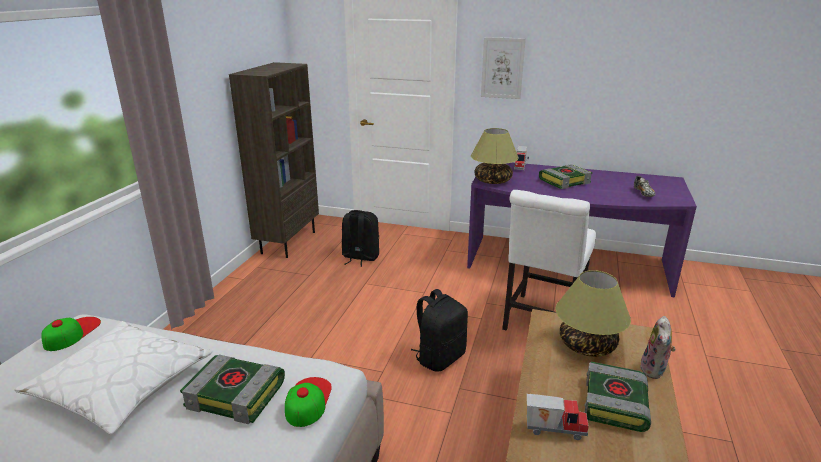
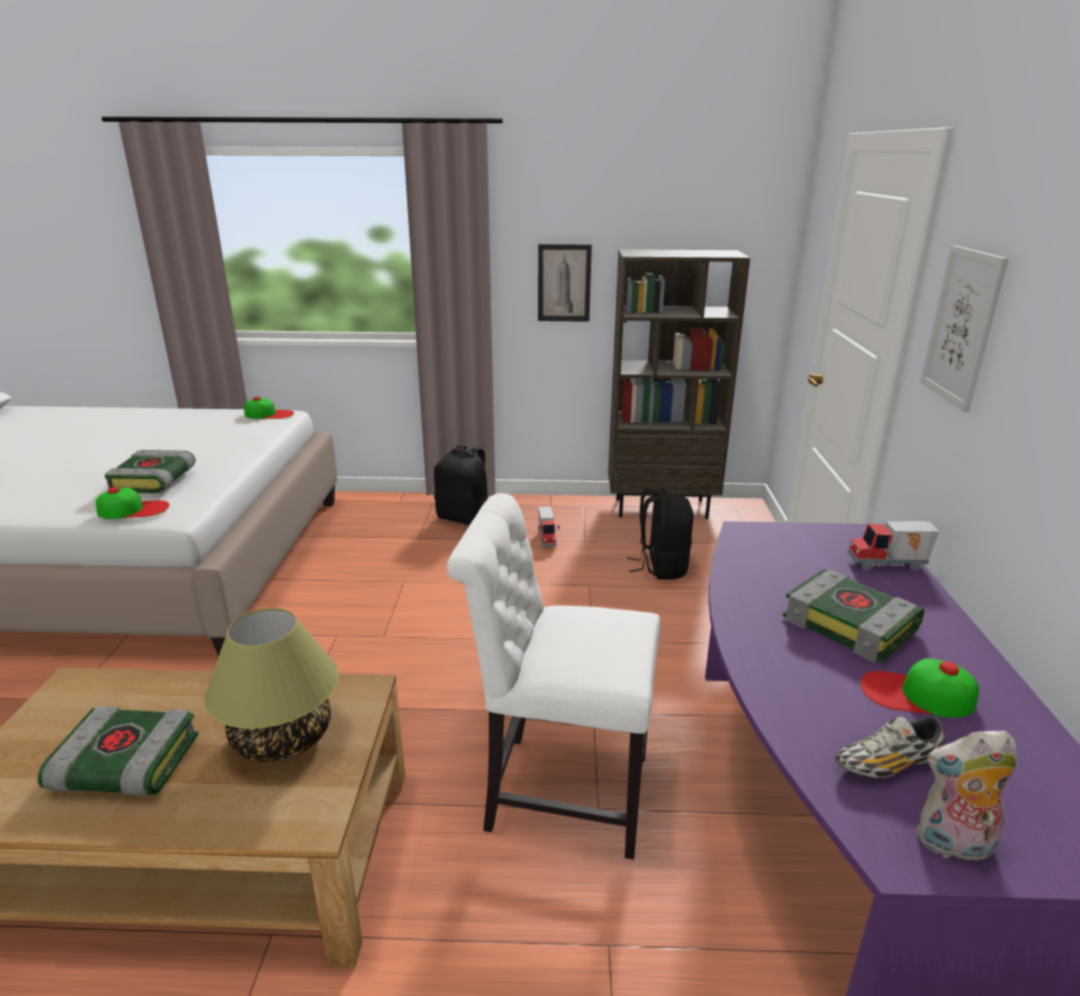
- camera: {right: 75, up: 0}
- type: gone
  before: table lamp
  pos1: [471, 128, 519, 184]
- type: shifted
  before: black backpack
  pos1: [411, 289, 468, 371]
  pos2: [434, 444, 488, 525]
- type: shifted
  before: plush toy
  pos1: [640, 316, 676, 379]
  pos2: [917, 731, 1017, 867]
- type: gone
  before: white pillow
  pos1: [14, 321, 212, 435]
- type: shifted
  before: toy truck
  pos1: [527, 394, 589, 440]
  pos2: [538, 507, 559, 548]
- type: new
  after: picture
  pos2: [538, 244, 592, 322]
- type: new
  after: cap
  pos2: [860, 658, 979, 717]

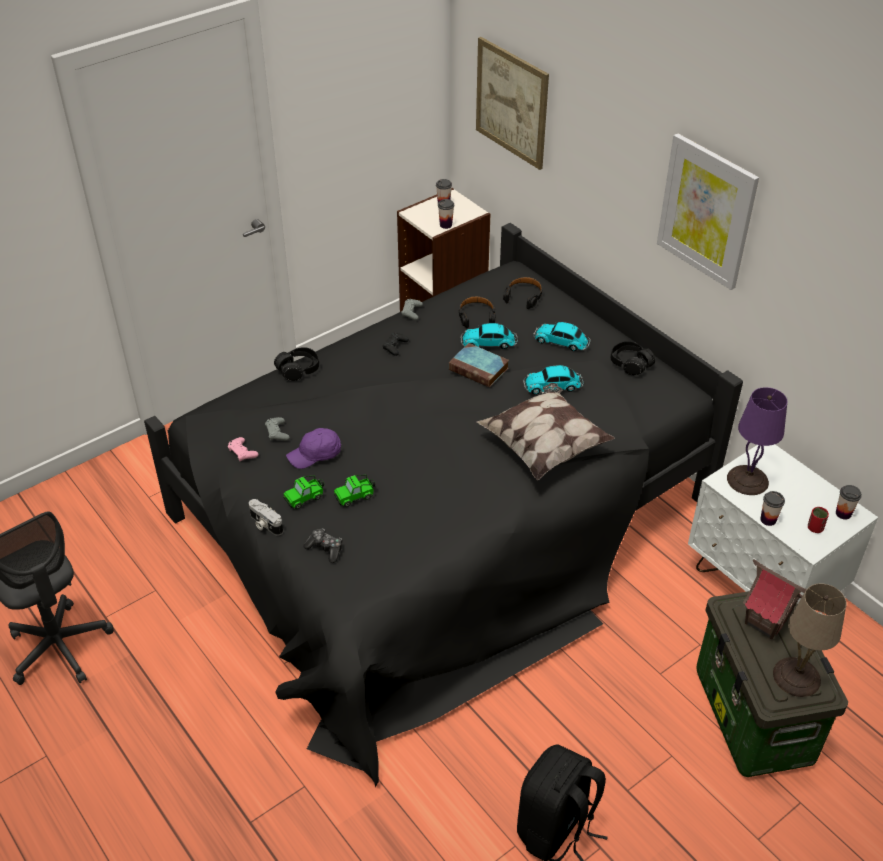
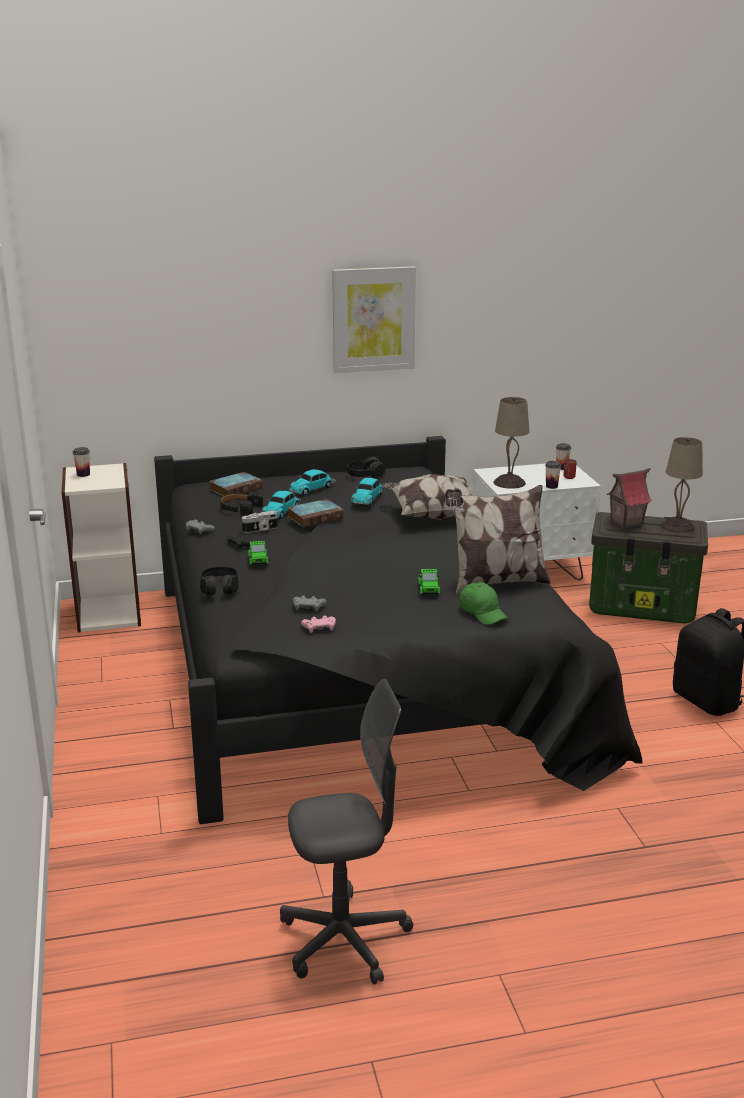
- camera: {right: -65, up: -20}
- type: gone
  before: picture
  pos1: [476, 37, 549, 170]
- type: gone
  before: cup
  pos1: [438, 199, 454, 229]
- type: swapped
  before: black headphones
  after: book
  pos1: [503, 277, 542, 309]
  pos2: [210, 472, 263, 496]
- type: repainted
  before: purple table lamp
  after: beige table lamp
  pos1: [727, 387, 787, 495]
  pos2: [494, 397, 529, 489]
- type: gone
  before: purple cap
  pos1: [286, 428, 341, 469]
- type: shifted
  before: toy car
  pos1: [283, 475, 324, 509]
  pos2: [248, 540, 268, 567]
- type: shifted
  before: photo camera
  pos1: [249, 499, 283, 535]
  pos2: [242, 511, 278, 533]
- type: swapped
  before: game controller
  after: green cap
  pos1: [303, 529, 342, 563]
  pos2: [459, 582, 508, 625]
- type: new
  after: pillow
  pos2: [445, 485, 551, 594]

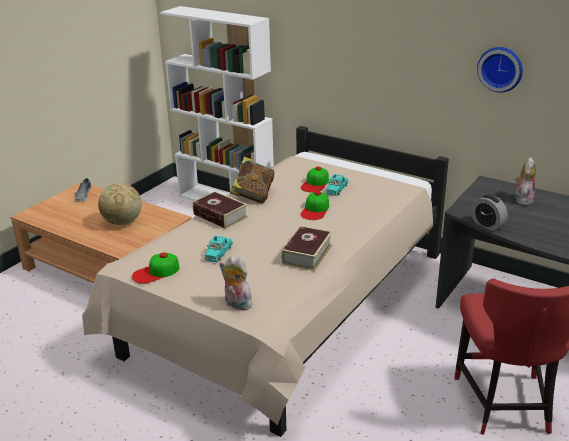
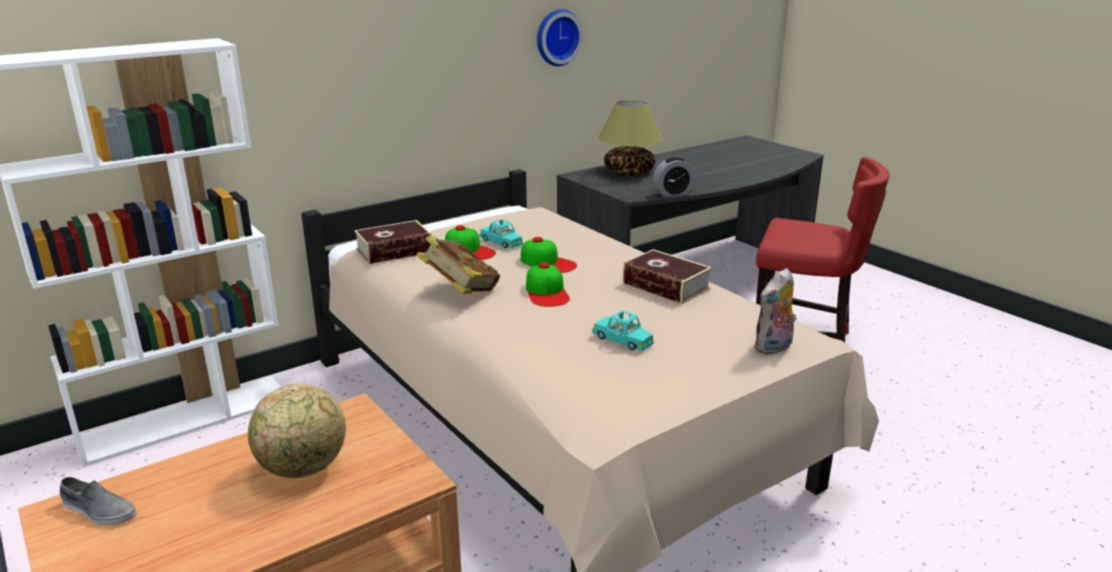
- camera: {right: -70, up: -5}
- type: swapped
  before: plush toy
  after: table lamp
  pos1: [515, 157, 536, 205]
  pos2: [598, 100, 663, 175]
- type: shifted
  before: book
  pos1: [193, 191, 248, 229]
  pos2: [354, 220, 432, 264]
- type: shifted
  before: cap
  pos1: [132, 252, 180, 284]
  pos2: [526, 262, 570, 307]

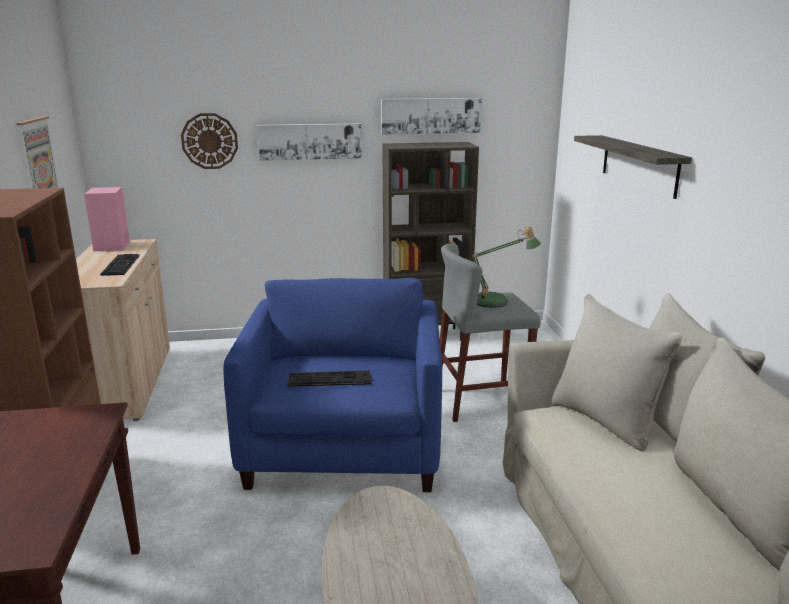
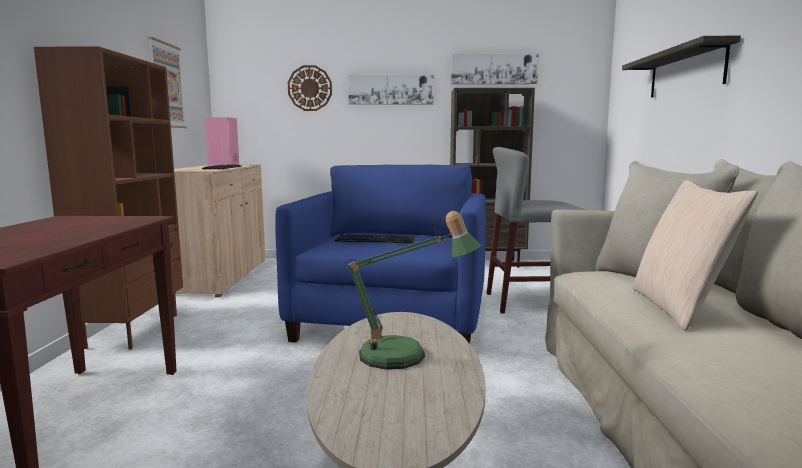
- camera: {right: 10, up: -10}
- type: shifted
  before: table lamp
  pos1: [471, 226, 541, 308]
  pos2: [344, 211, 481, 370]
- type: new
  after: beige pillow
  pos2: [632, 180, 758, 331]

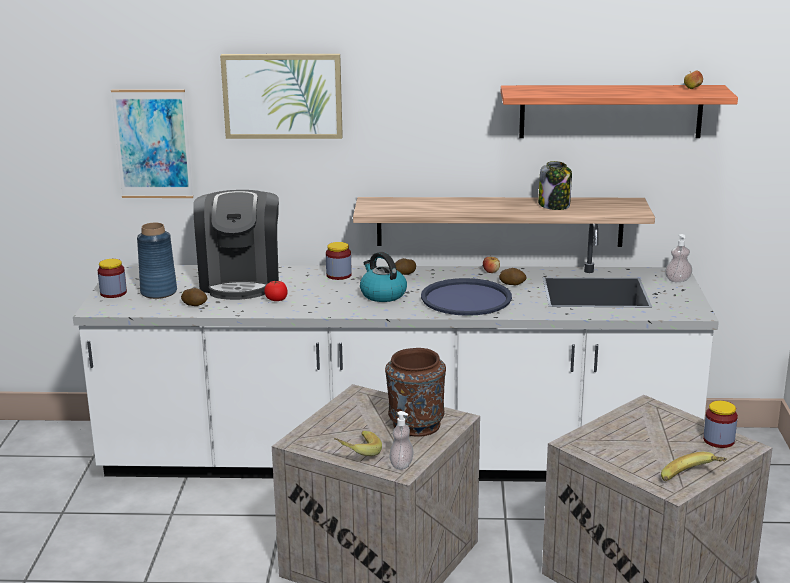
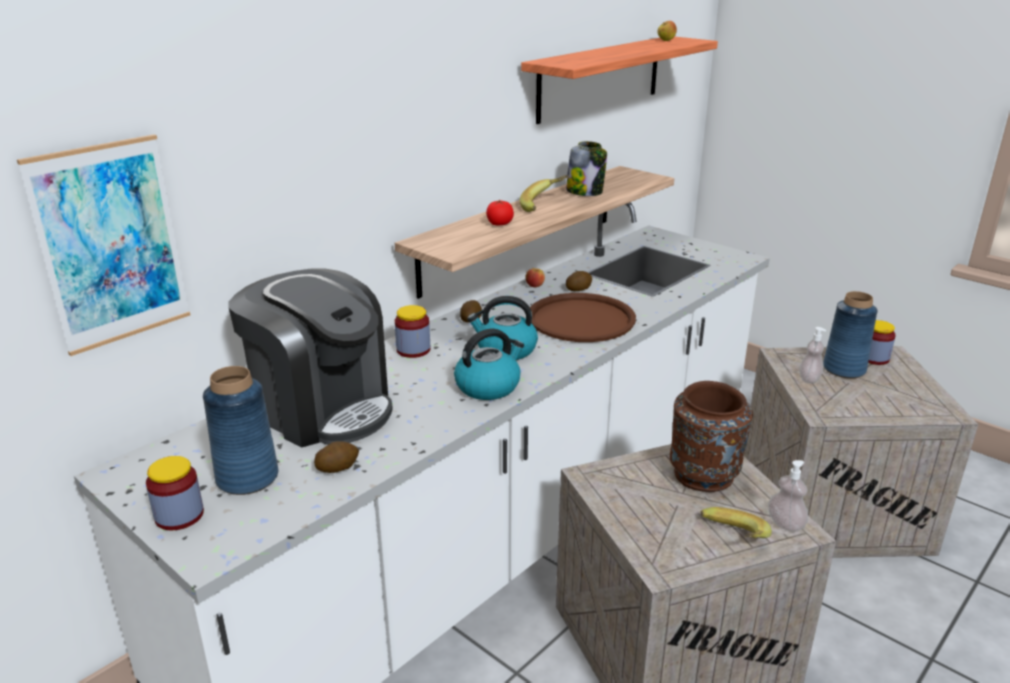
- camera: {right: -50, up: 5}
- type: gone
  before: picture
  pos1: [220, 54, 343, 139]
- type: shifted
  before: soap dispenser
  pos1: [665, 234, 692, 282]
  pos2: [799, 327, 826, 383]
- type: repainted
  before: blue tray
  after: brown tray
  pos1: [421, 278, 512, 316]
  pos2: [530, 293, 636, 342]
- type: shifted
  before: tomato
  pos1: [264, 281, 288, 301]
  pos2: [486, 200, 514, 225]
- type: shifted
  before: banana
  pos1: [661, 452, 727, 481]
  pos2: [520, 175, 569, 212]
- type: new
  after: blue vase
  pos2: [823, 291, 878, 378]
- type: new
  after: kettle
  pos2: [454, 328, 524, 400]

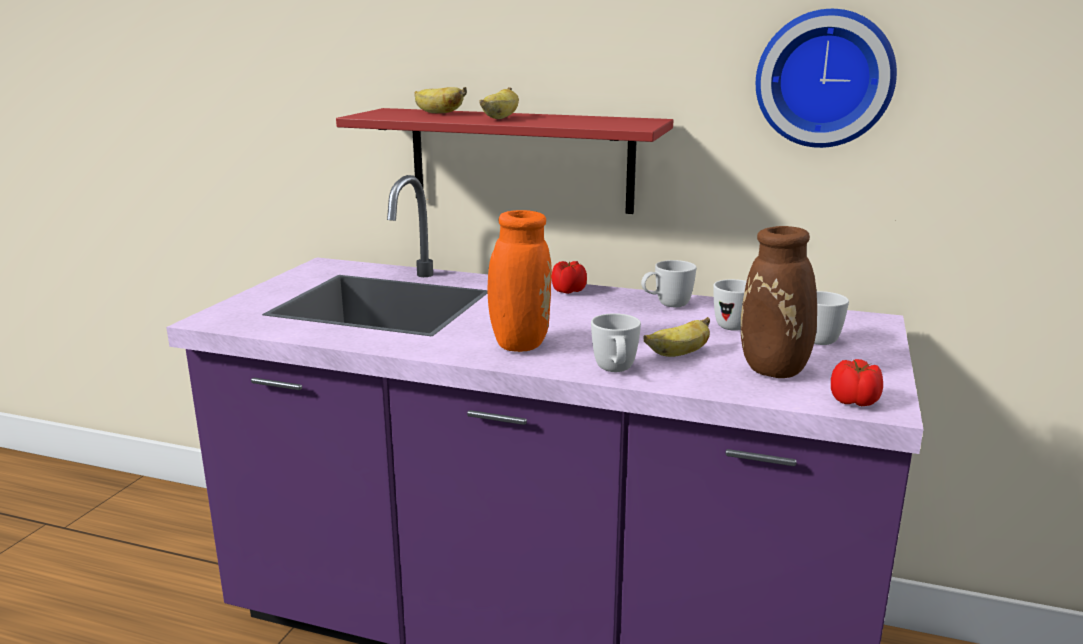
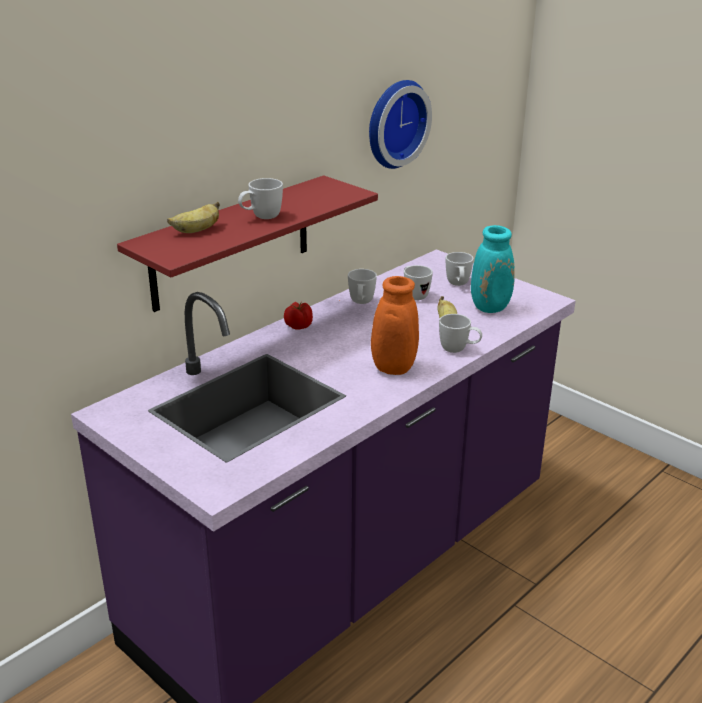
- camera: {right: -65, up: 10}
- type: swapped
  before: banana
  after: white mug
  pos1: [480, 87, 519, 119]
  pos2: [238, 178, 283, 219]
- type: repainted
  before: brown vase
  after: turquoise vase
  pos1: [741, 220, 895, 378]
  pos2: [471, 225, 515, 313]
- type: gone
  before: tomato
  pos1: [831, 359, 883, 406]

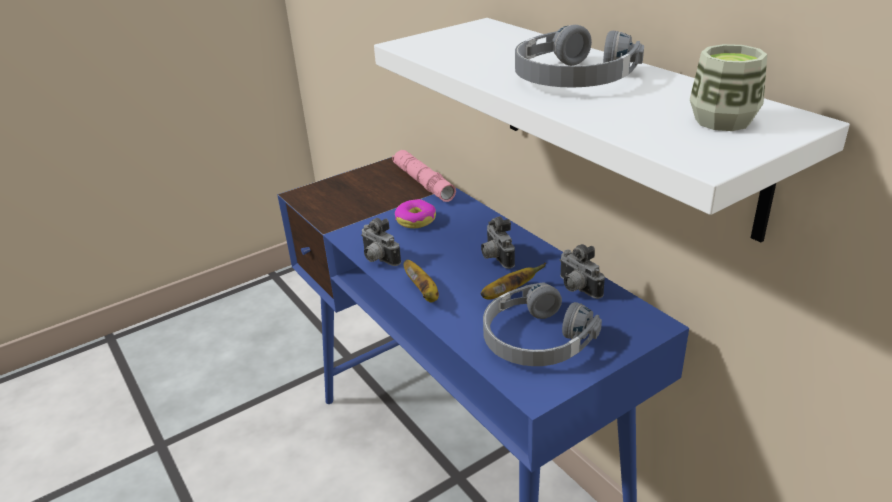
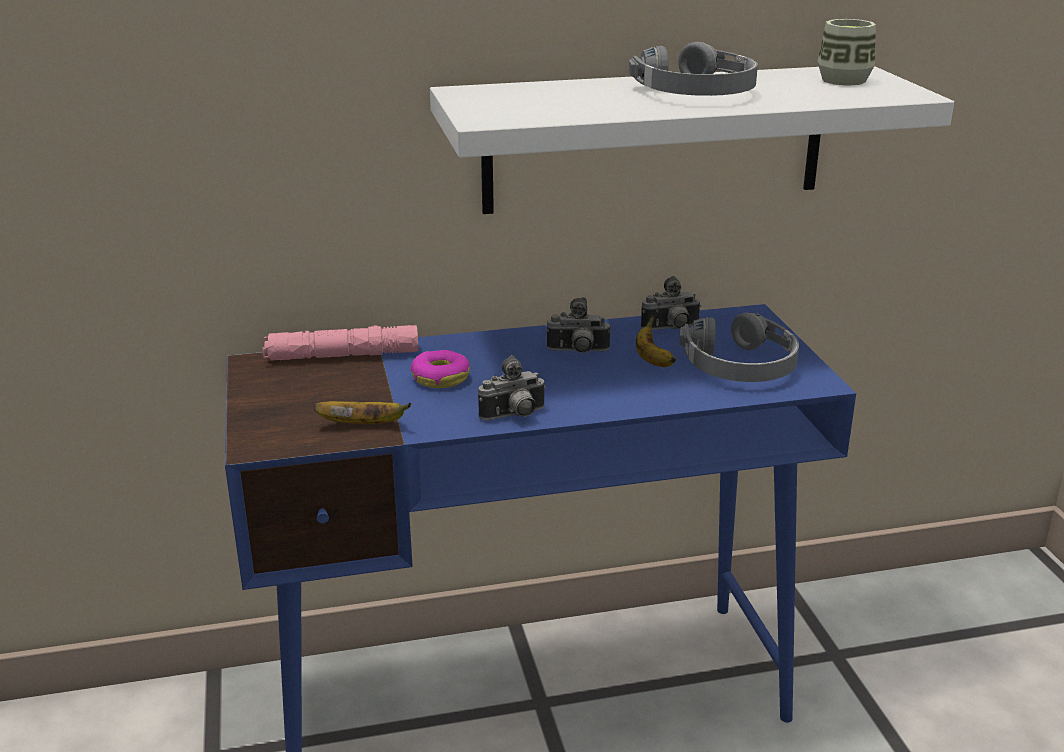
- camera: {right: -70, up: -5}
- type: shifted
  before: banana
  pos1: [404, 260, 439, 303]
  pos2: [314, 401, 411, 424]

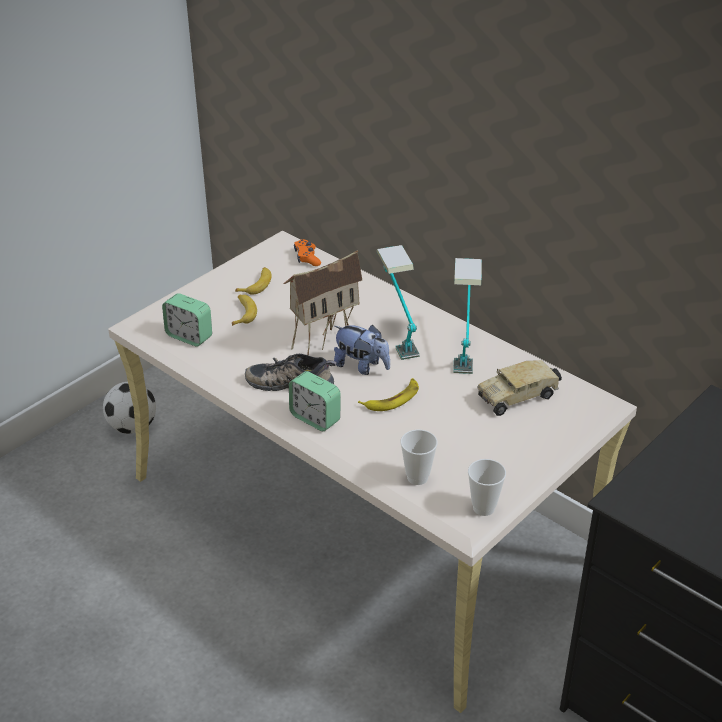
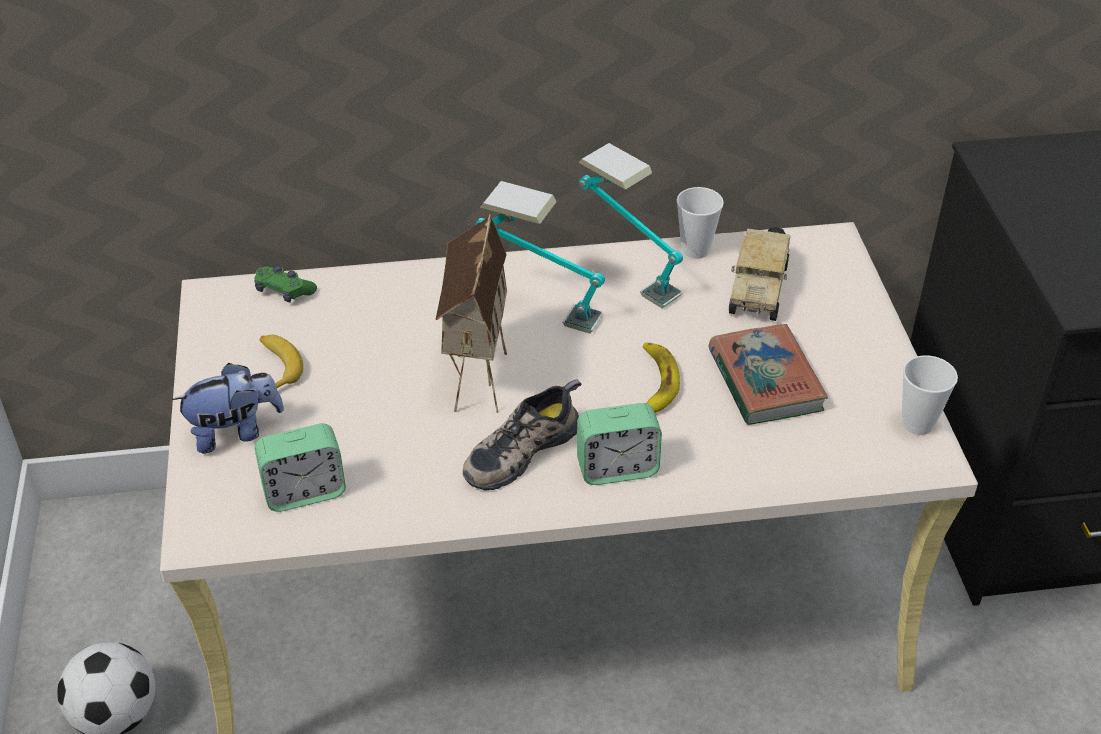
- camera: {right: -50, up: 5}
- type: repainted
  before: orange game controller
  after: green game controller
  pos1: [294, 239, 321, 266]
  pos2: [254, 266, 317, 303]
- type: gone
  before: banana
  pos1: [232, 295, 257, 326]
- type: shifted
  before: plush toy
  pos1: [334, 325, 390, 375]
  pos2: [172, 363, 284, 454]
- type: shifted
  before: cup
  pos1: [400, 429, 437, 485]
  pos2: [677, 187, 724, 259]
- type: new
  after: book
  pos2: [708, 324, 828, 425]

